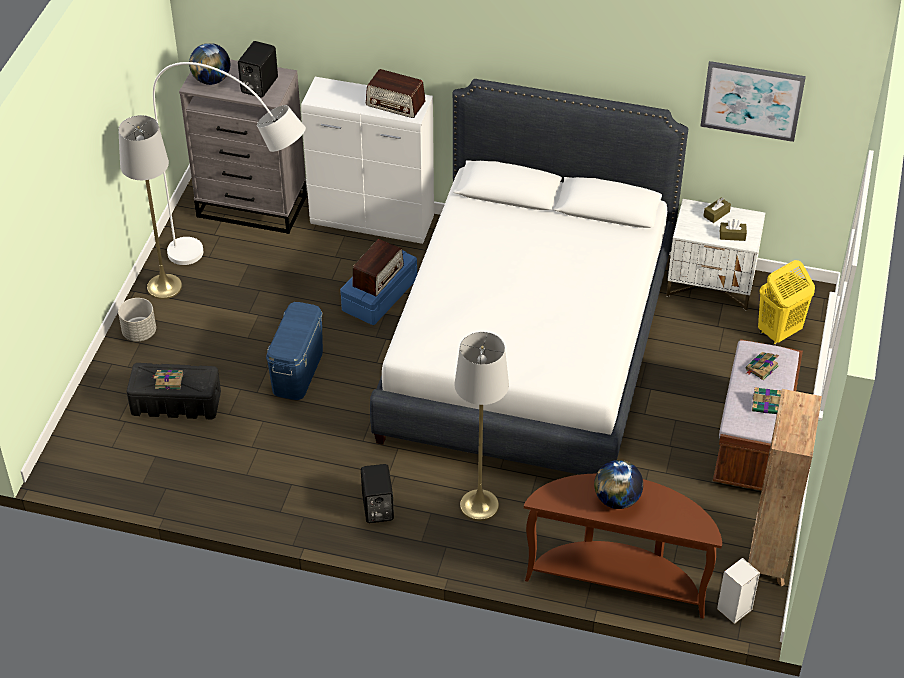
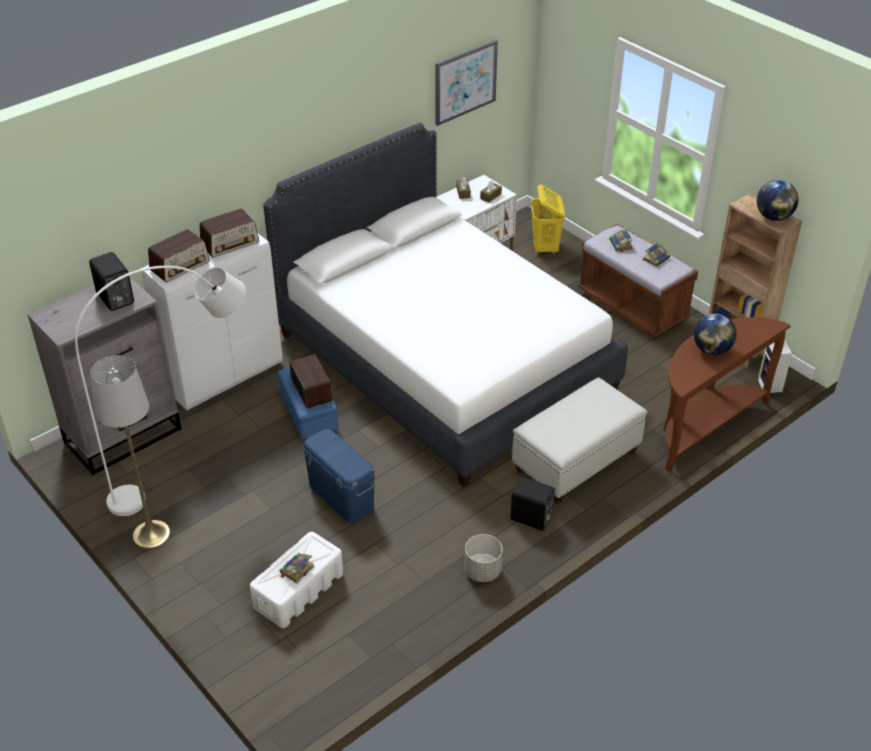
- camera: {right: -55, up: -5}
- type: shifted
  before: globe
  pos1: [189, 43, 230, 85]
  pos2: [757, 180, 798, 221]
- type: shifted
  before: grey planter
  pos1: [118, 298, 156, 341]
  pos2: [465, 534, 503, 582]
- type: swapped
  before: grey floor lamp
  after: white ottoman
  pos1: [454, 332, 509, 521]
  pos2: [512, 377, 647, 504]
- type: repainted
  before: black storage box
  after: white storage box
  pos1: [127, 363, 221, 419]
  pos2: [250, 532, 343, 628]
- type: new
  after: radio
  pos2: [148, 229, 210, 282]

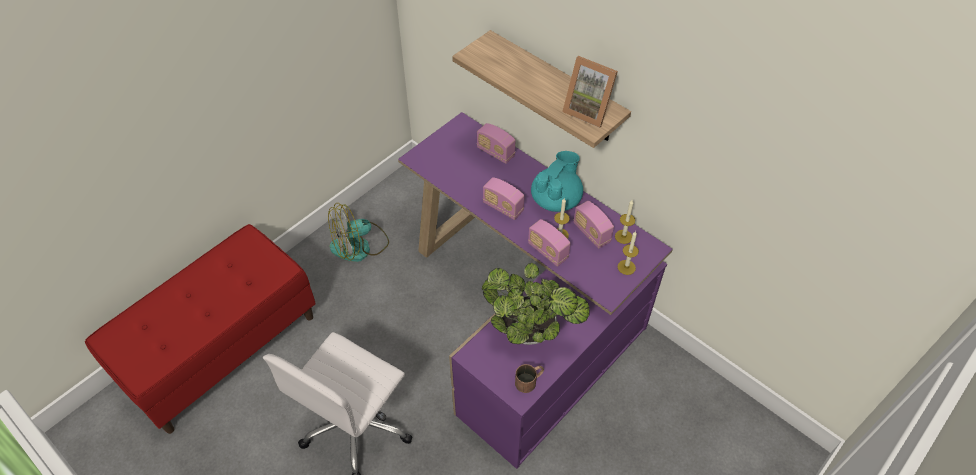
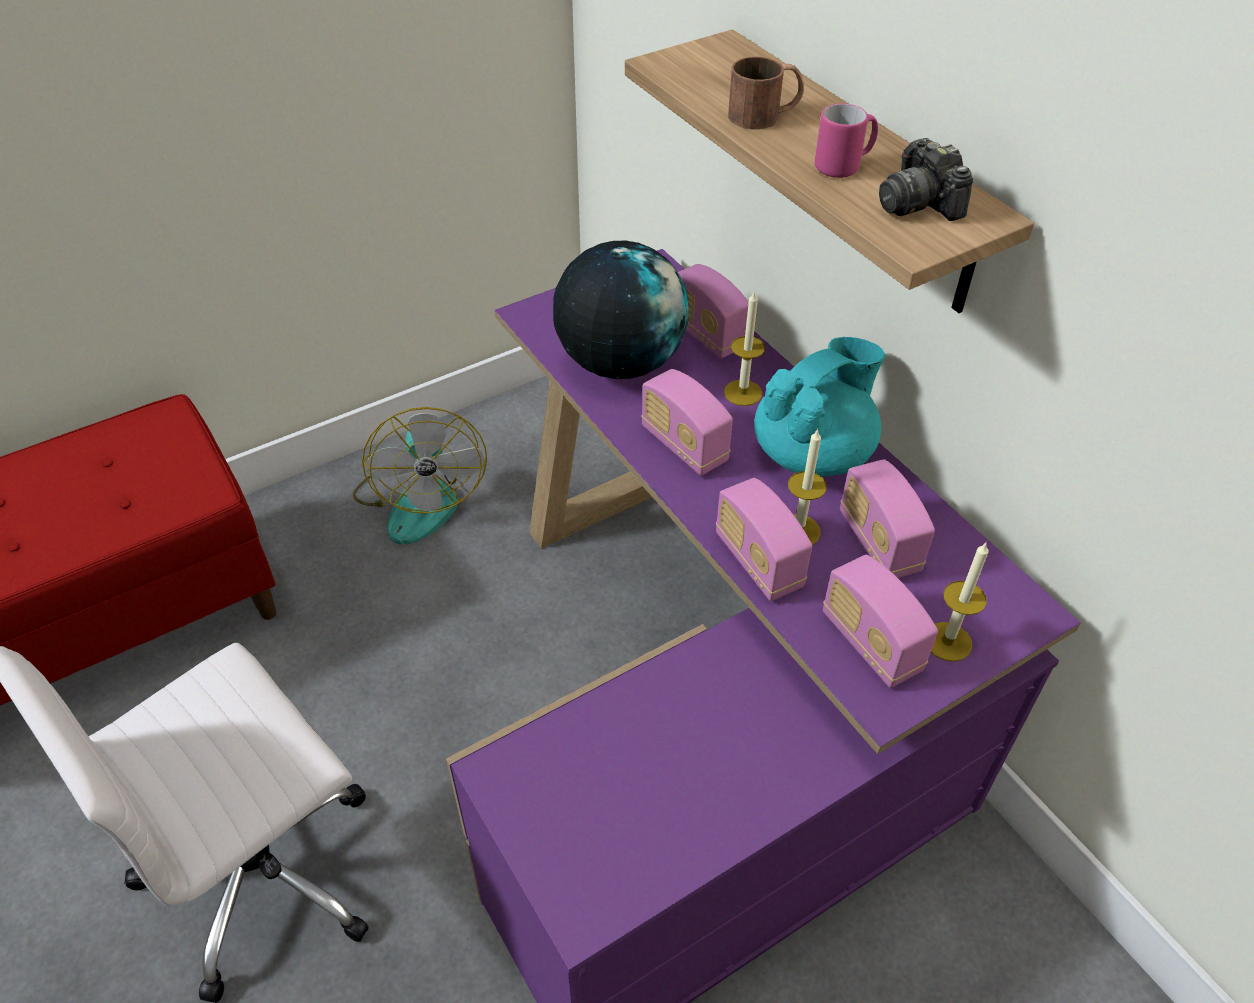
- camera: {right: 15, up: -5}
- type: swapped
  before: picture frame
  after: photo camera
  pos1: [562, 56, 618, 128]
  pos2: [879, 138, 973, 221]
- type: shifted
  before: candle
  pos1: [615, 200, 635, 244]
  pos2: [724, 290, 765, 406]
- type: rotated
  before: fan
  pos1: [328, 203, 389, 262]
  pos2: [353, 407, 487, 544]
  turn: -90
- type: gone
  before: potted plant
  pos1: [482, 263, 590, 345]
- type: shifted
  before: brown mug
  pos1: [515, 364, 544, 393]
  pos2: [728, 56, 804, 130]
- type: new
  after: pink mug
  pos2: [814, 103, 878, 178]
- type: new
  after: globe
  pos2: [553, 241, 689, 379]
- type: new
  after: radio
  pos2: [823, 555, 938, 688]

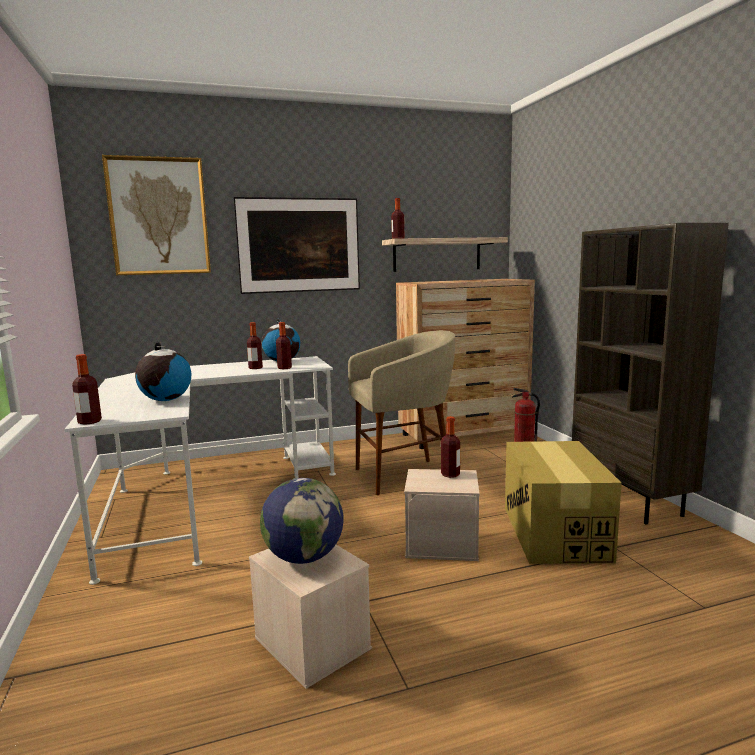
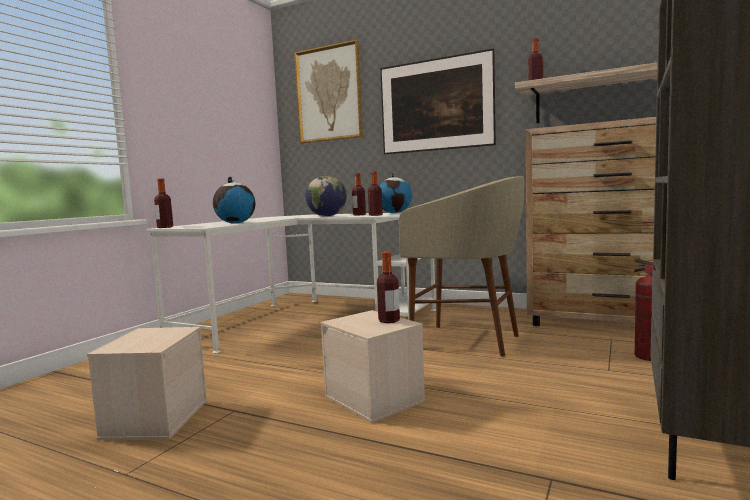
- camera: {right: 45, up: -5}
- type: gone
  before: cardboard box
  pos1: [505, 441, 622, 564]
- type: shifted
  before: globe
  pos1: [260, 478, 344, 564]
  pos2: [305, 175, 347, 217]

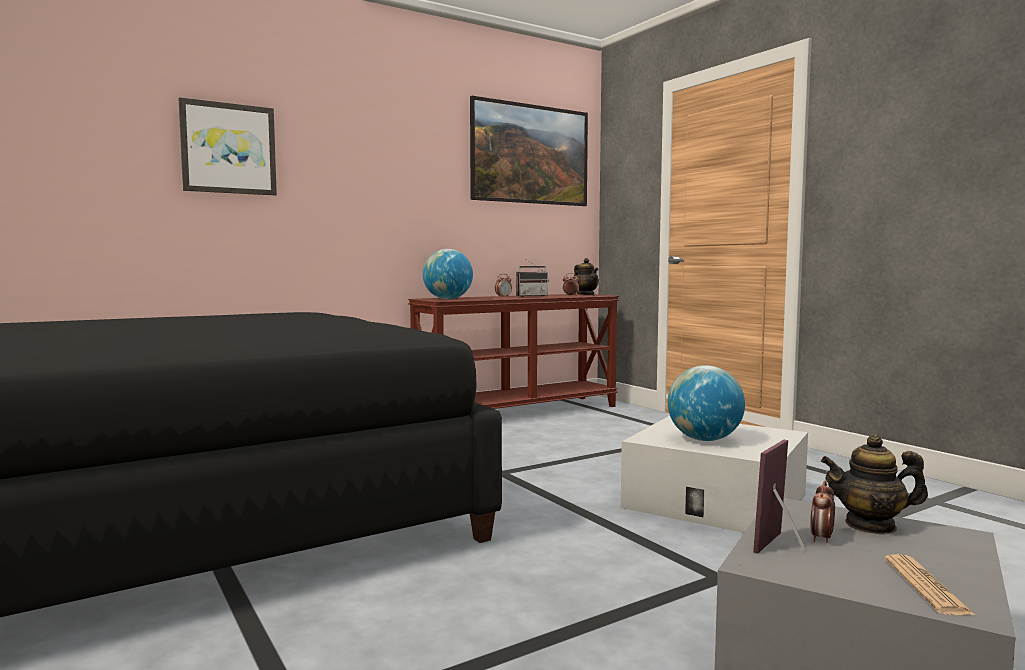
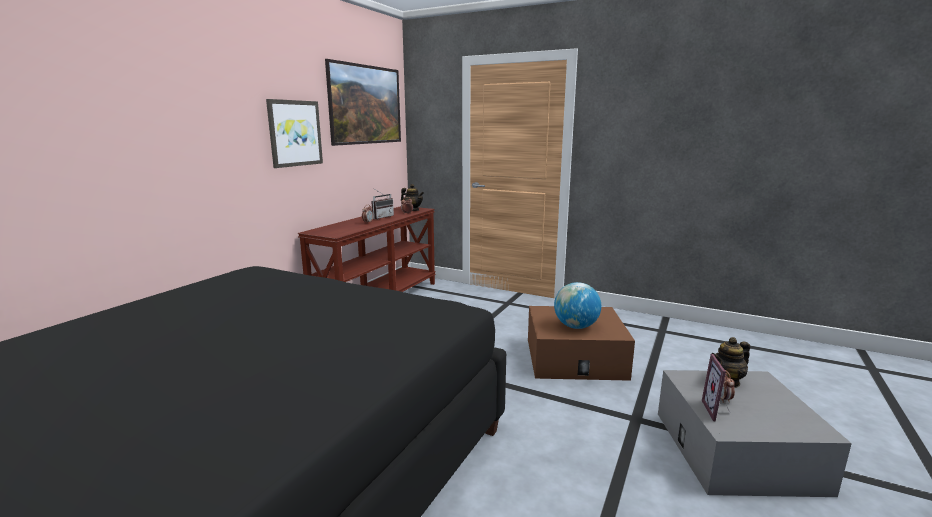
- camera: {right: -30, up: 10}
- type: shifted
  before: picture
  pos1: [179, 97, 277, 196]
  pos2: [266, 99, 323, 168]
- type: gone
  before: globe
  pos1: [423, 249, 473, 299]
- type: repainted
  before: white storage box
  after: brown storage box
  pos1: [621, 416, 808, 533]
  pos2: [528, 306, 635, 381]
- type: gone
  before: newspaper
  pos1: [884, 554, 975, 615]

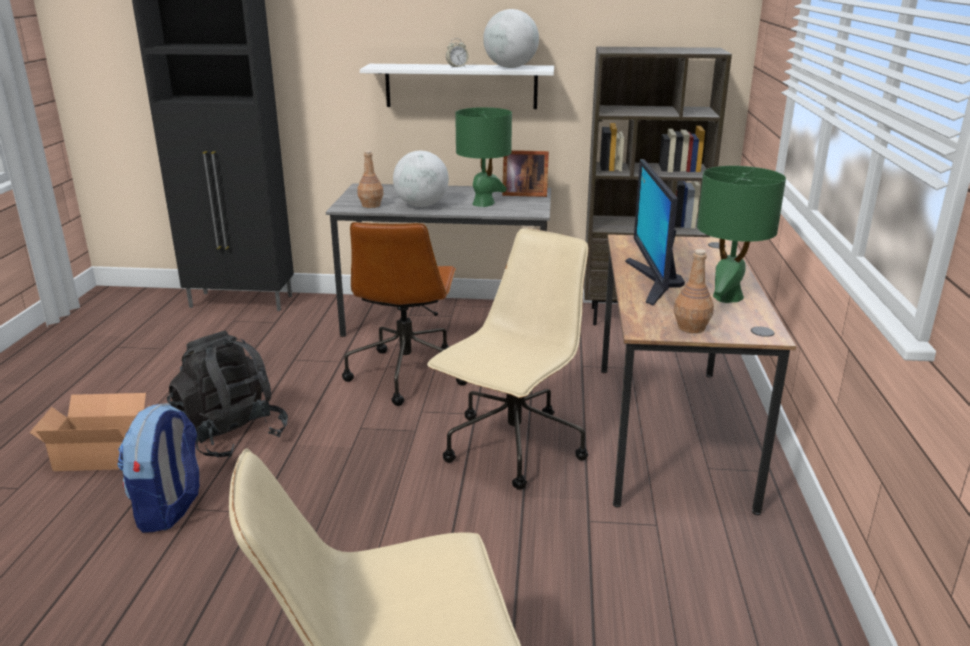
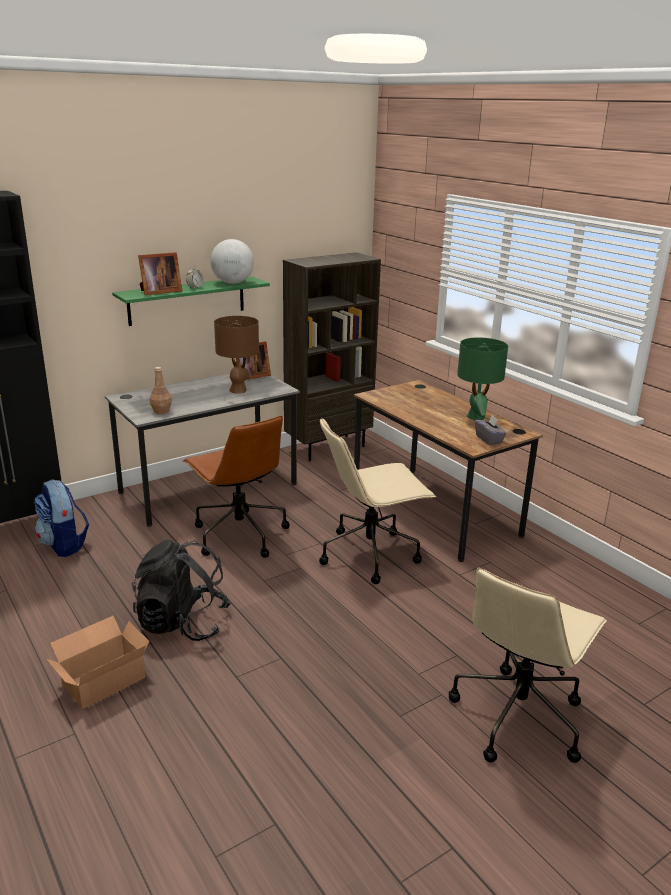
- camera: {right: -40, up: 0}
- type: repainted
  before: white shelf
  after: green shelf
  pos1: [360, 64, 554, 109]
  pos2: [112, 277, 270, 326]
- type: repainted
  before: green table lamp
  after: brown table lamp
  pos1: [455, 107, 512, 207]
  pos2: [214, 316, 259, 394]
- type: gone
  before: globe
  pos1: [393, 151, 449, 207]
- type: gone
  before: monitor
  pos1: [625, 159, 685, 305]
- type: rotated
  before: beige office chair
  pos1: [427, 228, 588, 490]
  pos2: [319, 417, 436, 584]
  turn: -105
- type: swapped
  before: brown bottle
  after: grey tissue box
  pos1: [674, 249, 714, 333]
  pos2: [475, 415, 507, 445]
- type: shifted
  before: backpack
  pos1: [117, 403, 200, 533]
  pos2: [34, 480, 89, 557]
- type: new
  after: picture frame
  pos2: [138, 252, 182, 295]

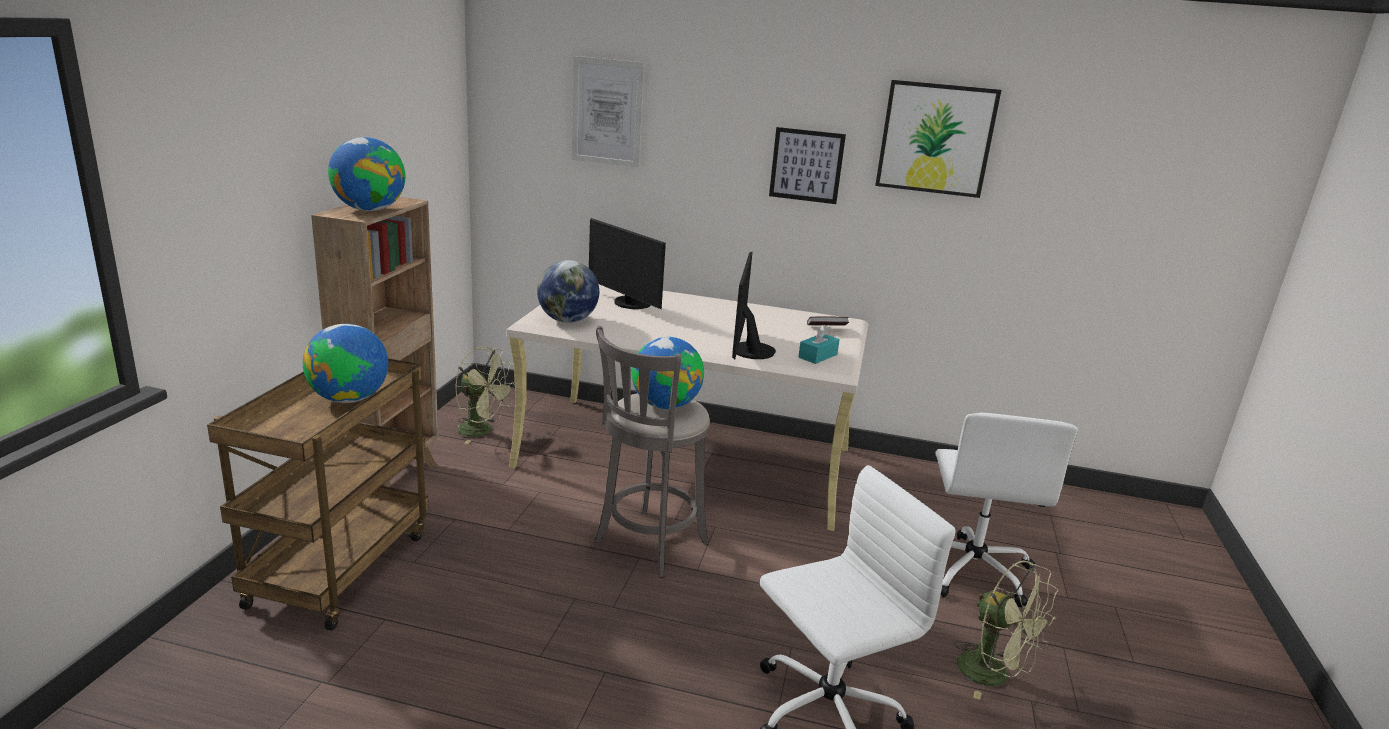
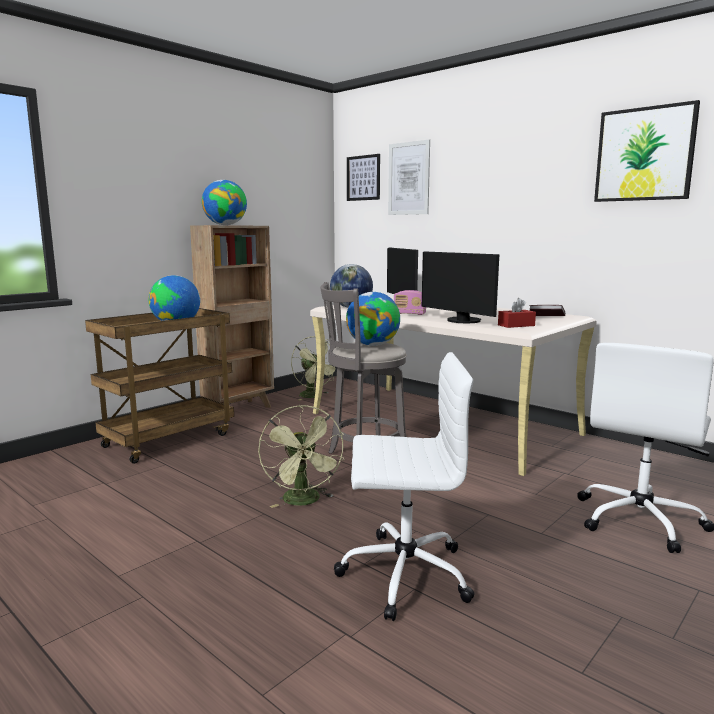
- camera: {right: 30, up: -10}
- type: shifted
  before: picture
  pos1: [769, 127, 846, 204]
  pos2: [347, 154, 380, 201]
- type: rotated
  before: monitor
  pos1: [732, 251, 776, 359]
  pos2: [422, 251, 499, 323]
  turn: -75
- type: repainted
  before: turquoise tissue box
  after: red tissue box
  pos1: [798, 325, 840, 364]
  pos2: [498, 298, 536, 328]
- type: shifted
  before: green fan
  pos1: [953, 560, 1058, 700]
  pos2: [258, 405, 344, 508]
- type: new
  after: radio
  pos2: [394, 290, 426, 315]

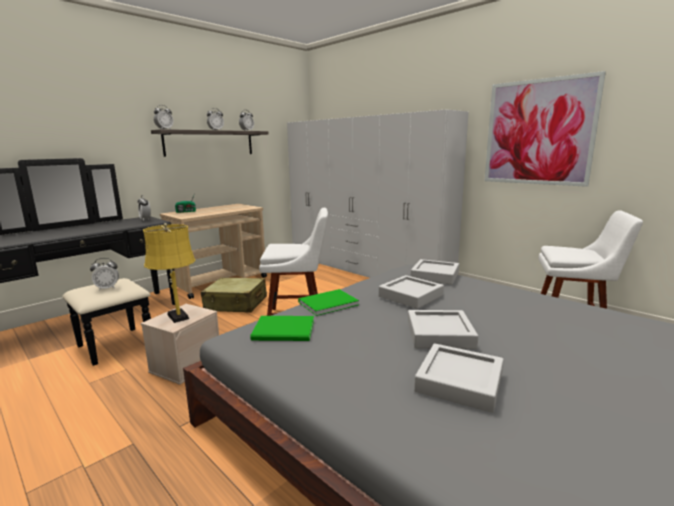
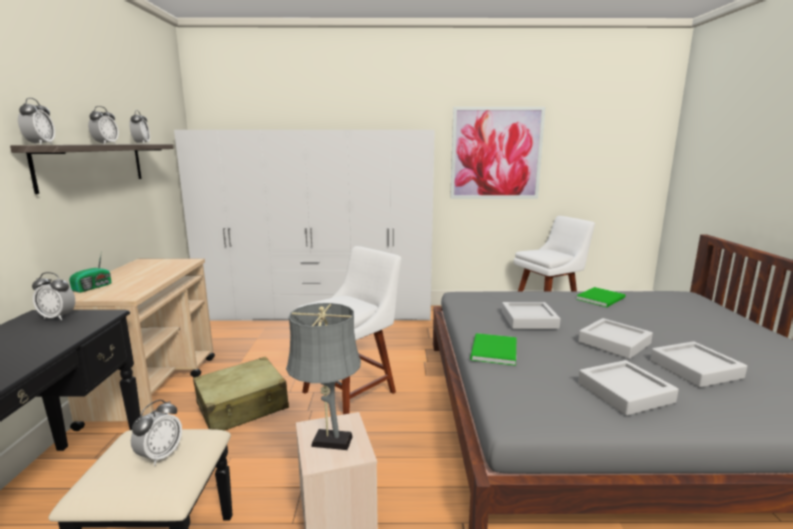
- camera: {right: -45, up: 0}
- type: repainted
  before: yellow table lamp
  after: grey table lamp
  pos1: [143, 223, 196, 323]
  pos2: [286, 303, 361, 450]
- type: shifted
  before: grey tray
  pos1: [411, 259, 459, 284]
  pos2: [578, 360, 679, 416]
- type: shifted
  before: green book
  pos1: [250, 316, 314, 341]
  pos2: [576, 287, 625, 307]

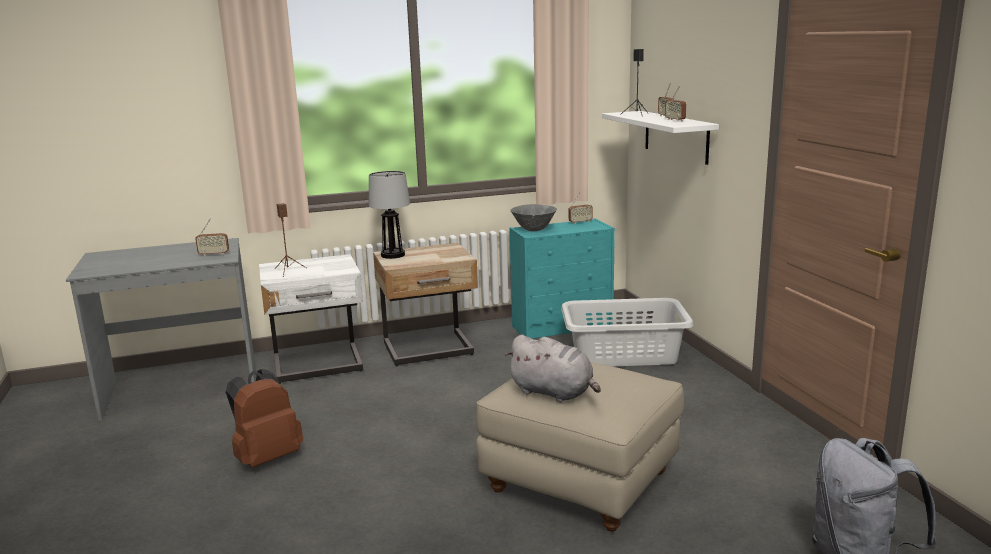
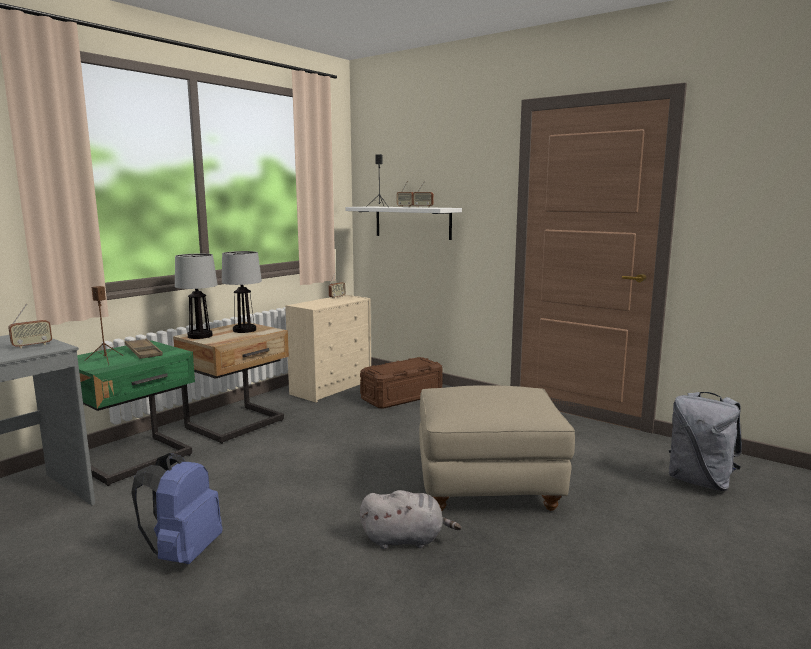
- camera: {right: -35, up: -5}
- type: gone
  before: grey bowl
  pos1: [510, 204, 557, 231]
- type: repainted
  before: turquoise dresser
  after: beige dresser
  pos1: [510, 218, 615, 339]
  pos2: [285, 295, 371, 403]
- type: repainted
  before: white nightstand
  after: green nightstand
  pos1: [259, 254, 363, 384]
  pos2: [77, 340, 195, 486]
- type: swapped
  before: grey laundry basket
  after: brown storage box
  pos1: [561, 298, 693, 366]
  pos2: [360, 357, 443, 409]
- type: shifted
  before: grey plush toy
  pos1: [505, 335, 601, 403]
  pos2: [360, 490, 461, 549]
- type: repainted
  before: brown backpack
  after: blue backpack
  pos1: [225, 369, 303, 468]
  pos2: [131, 453, 223, 564]
- type: new
  after: table lamp
  pos2: [222, 251, 262, 333]
- type: new
  after: brown tray
  pos2: [125, 338, 163, 359]

